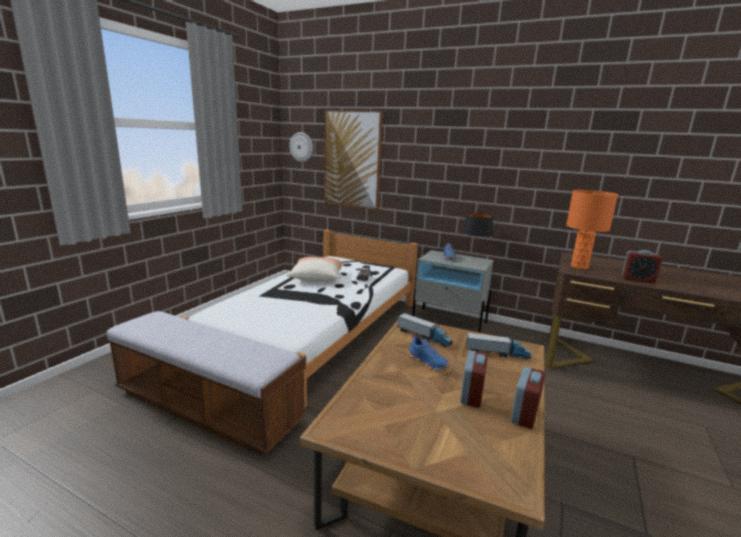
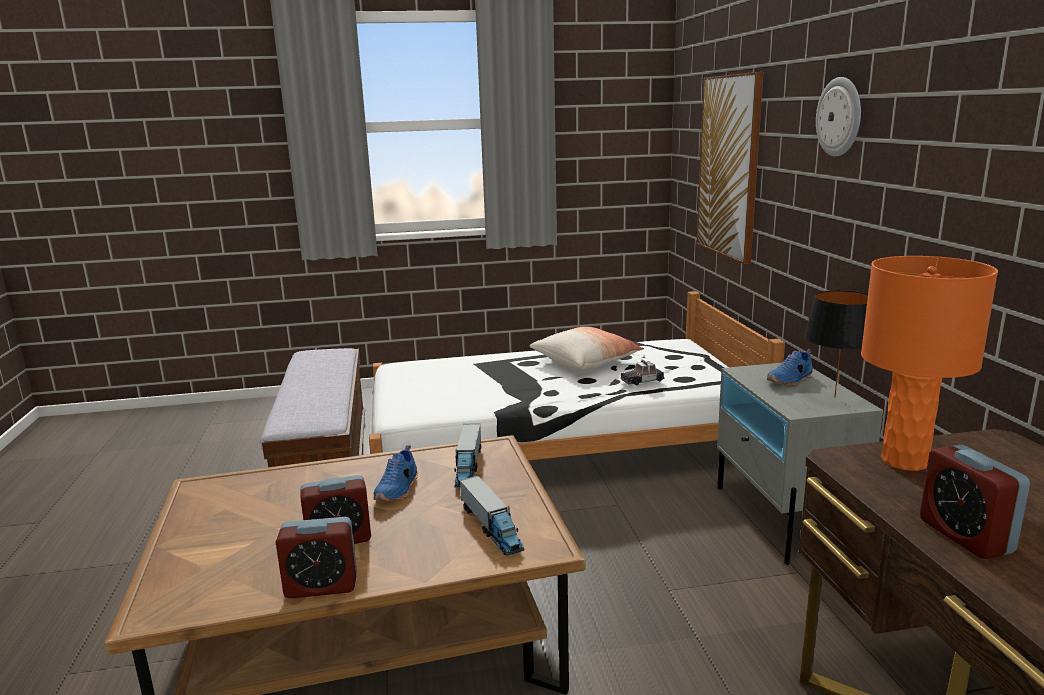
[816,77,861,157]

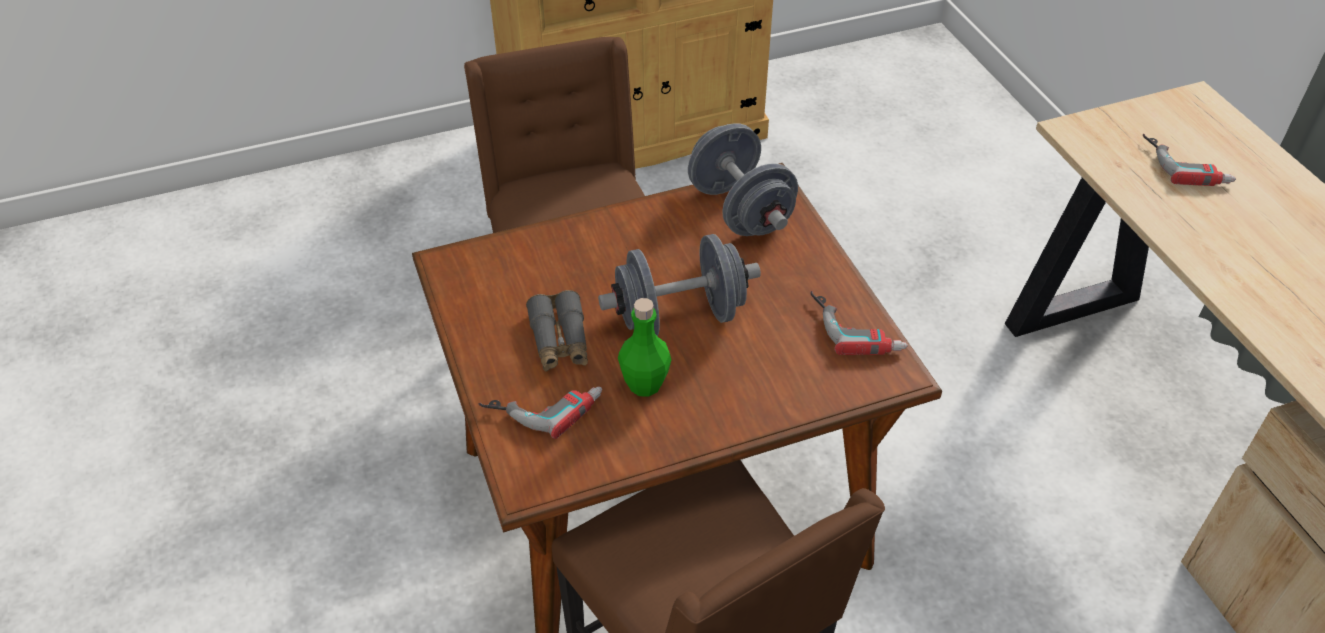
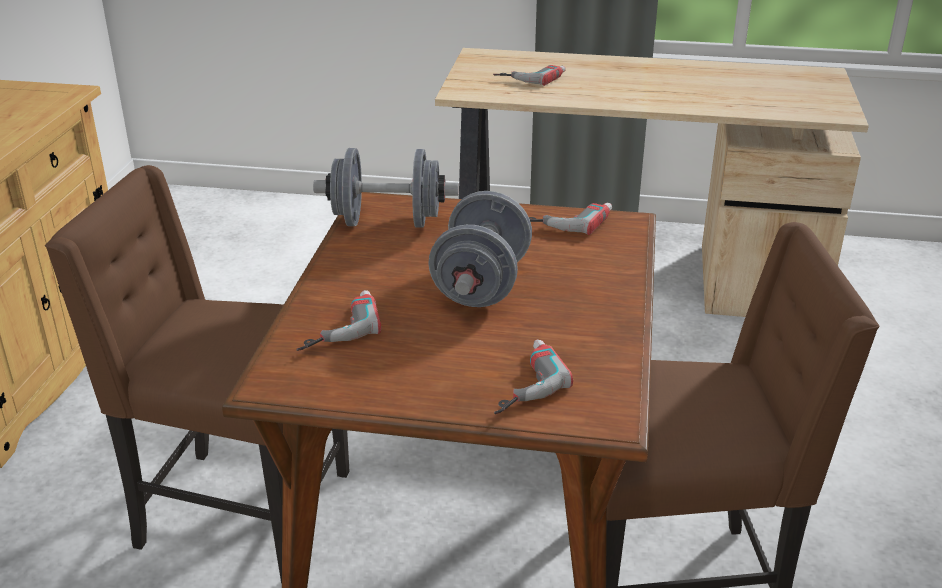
[526,290,588,372] (first image)
[618,298,671,397] (first image)
[297,290,381,351]

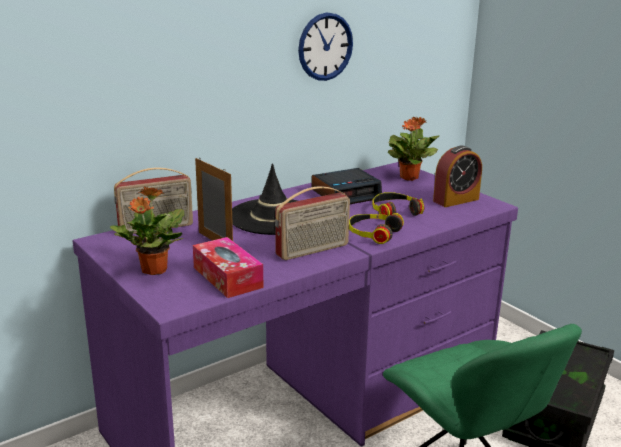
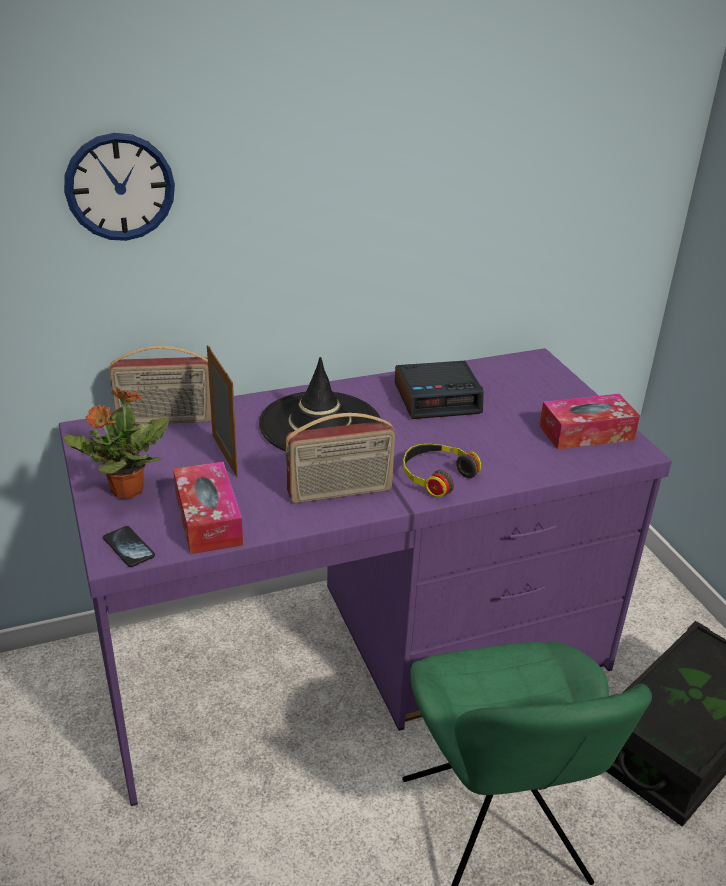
[372,192,424,216] (first image)
[388,117,439,181] (first image)
[103,526,155,567]
[64,133,175,241]
[539,394,640,450]

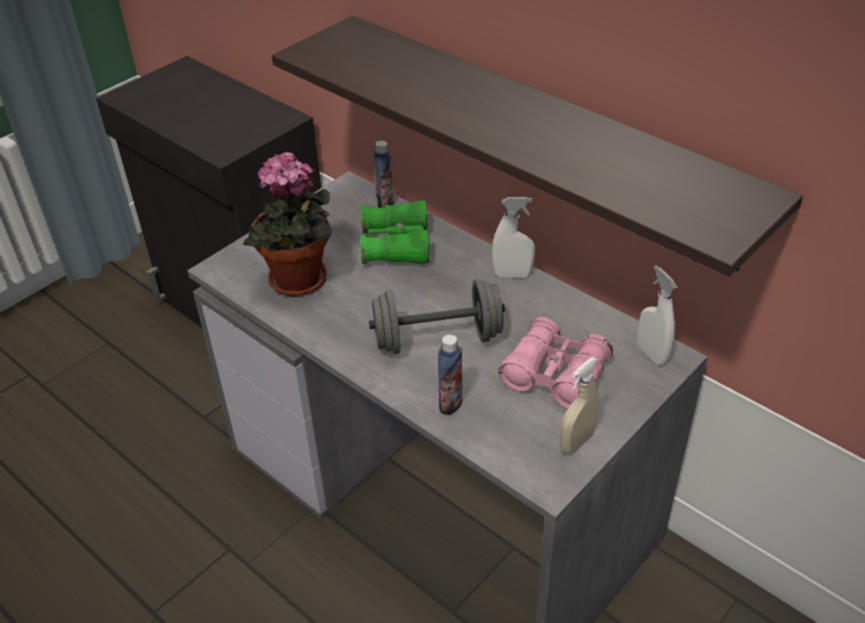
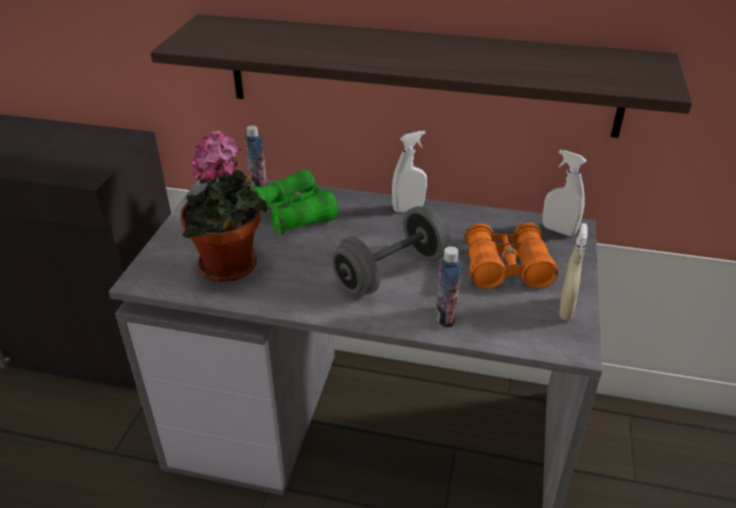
[464,223,558,289]

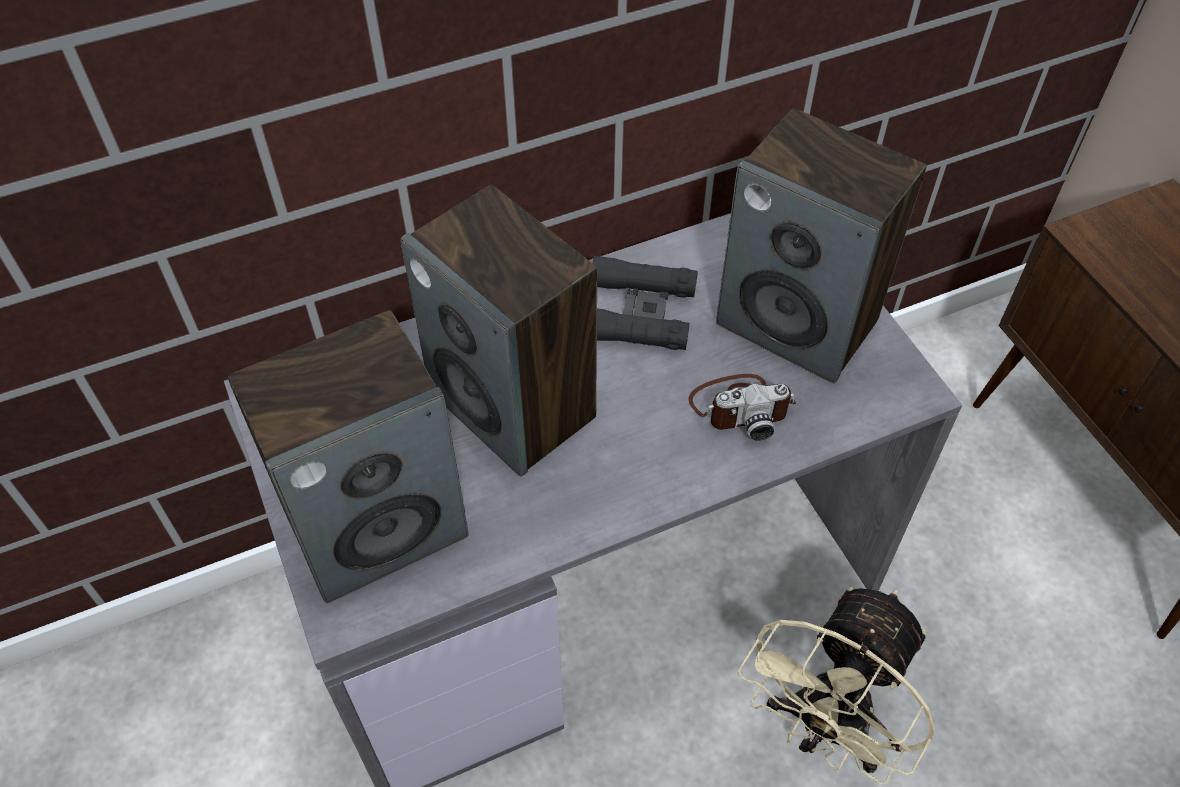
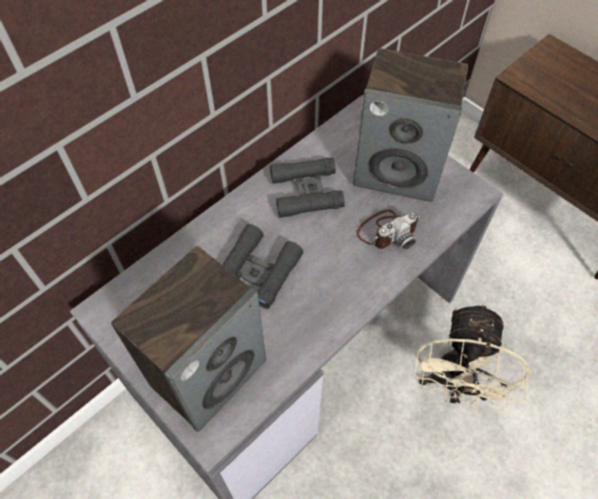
[222,224,303,309]

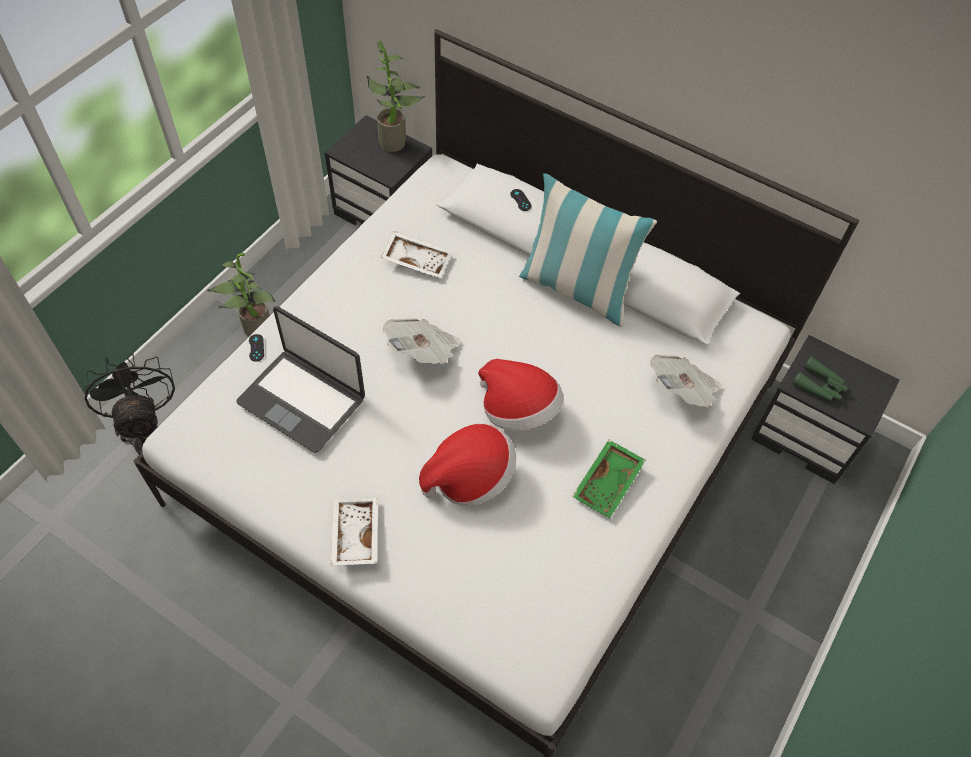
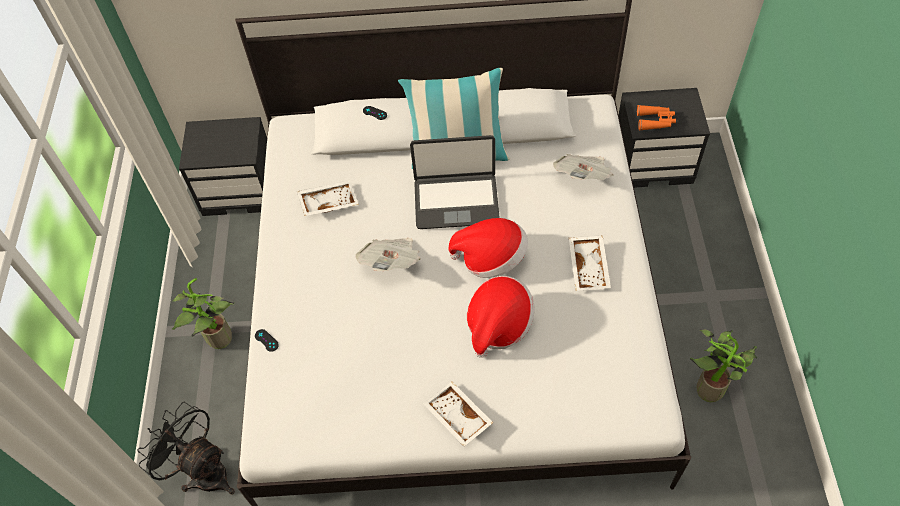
[410,135,500,229]
[690,329,757,402]
[569,235,611,291]
[637,105,676,131]

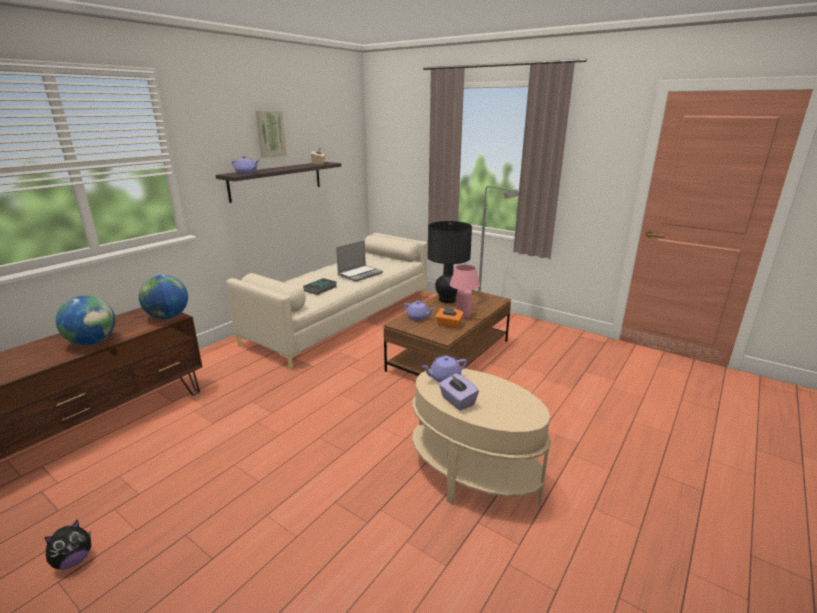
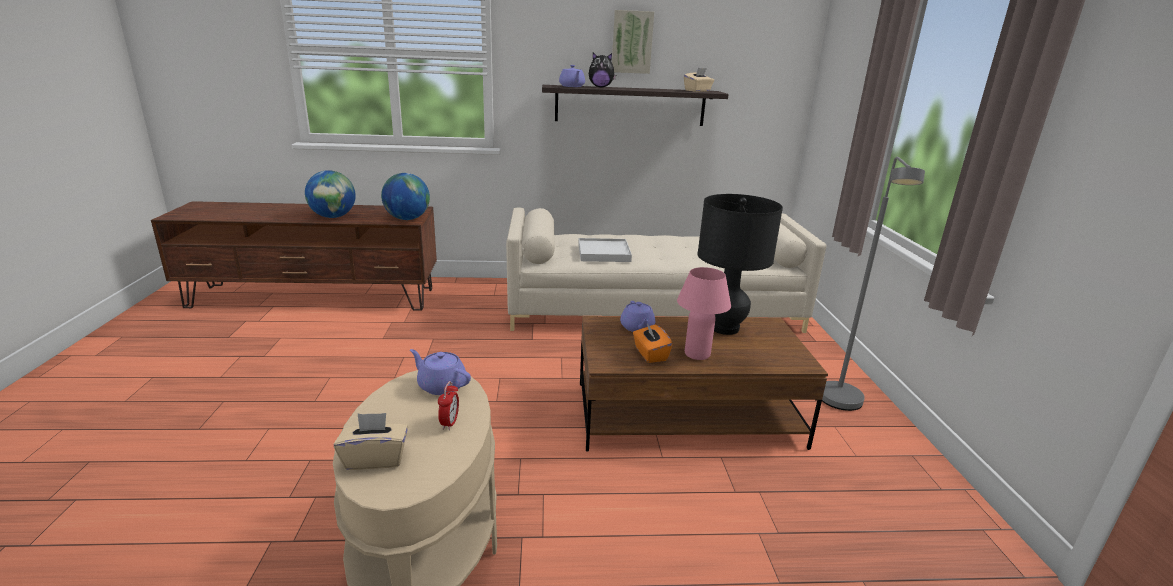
[336,240,383,282] (first image)
[439,373,479,410] (first image)
[334,413,408,470]
[438,381,459,430]
[589,53,616,87]
[578,238,632,262]

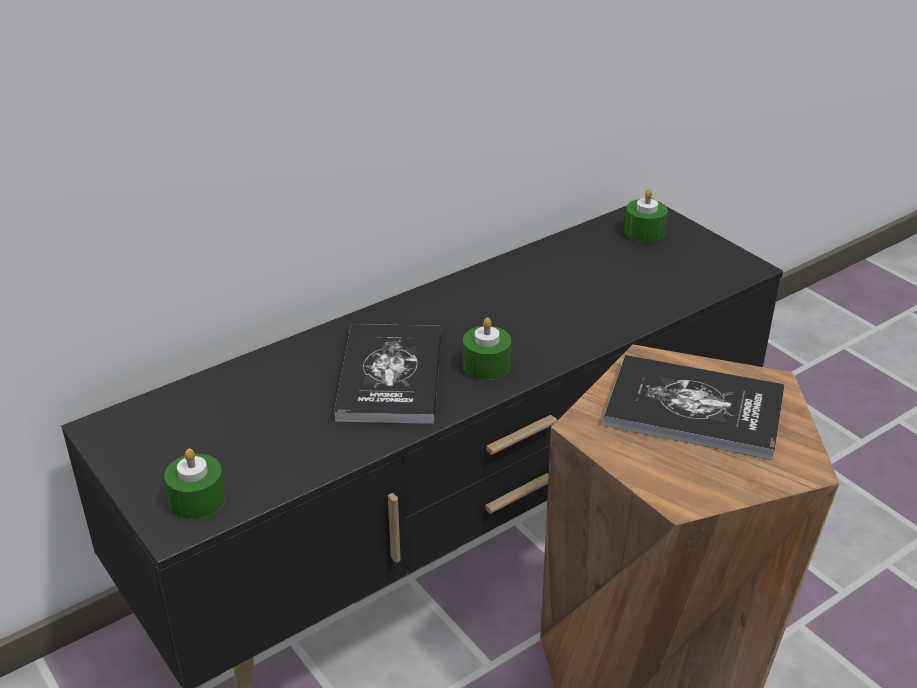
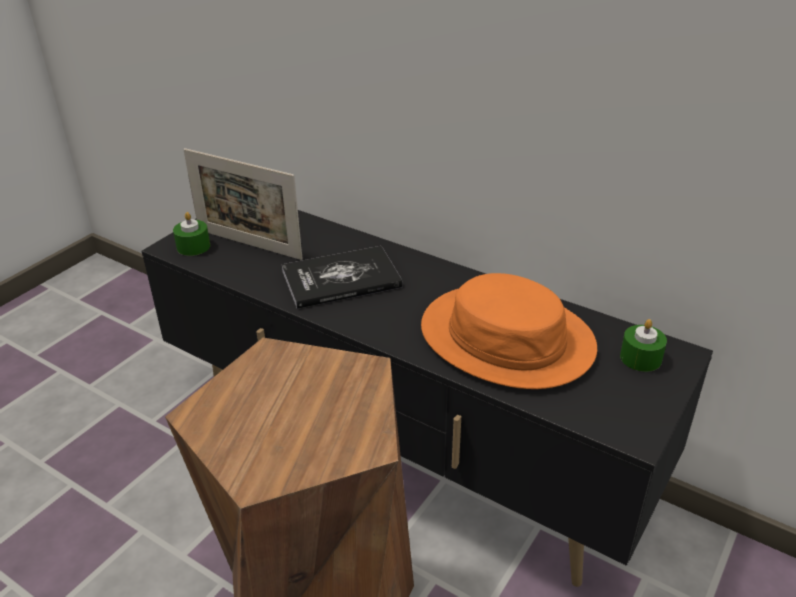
[463,317,511,380] (first image)
[603,355,785,460] (first image)
[183,148,303,260]
[421,273,597,389]

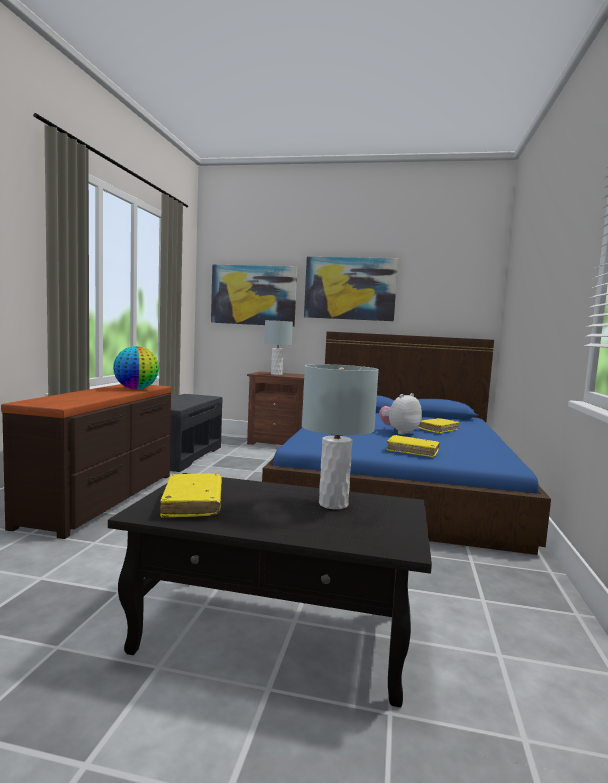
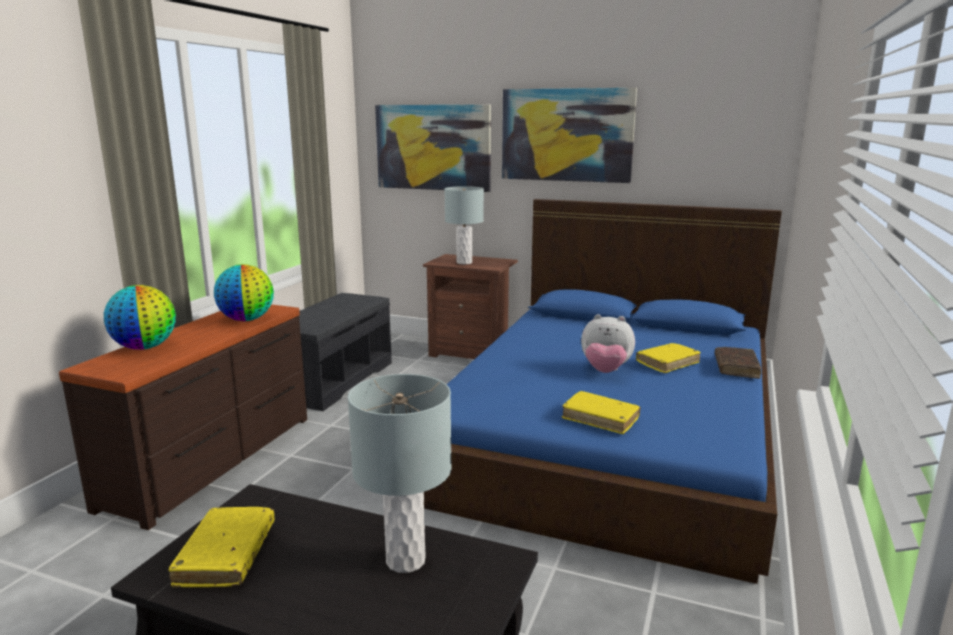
[104,285,176,350]
[715,347,761,379]
[581,314,635,373]

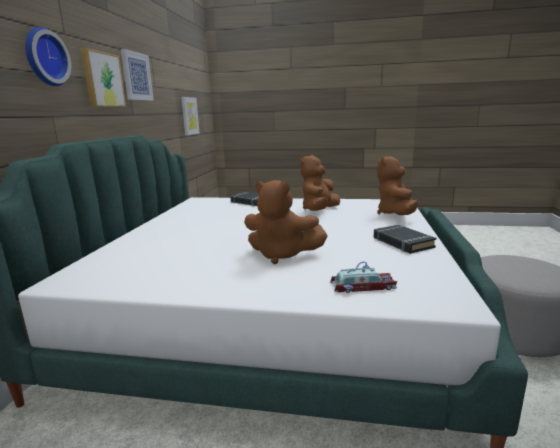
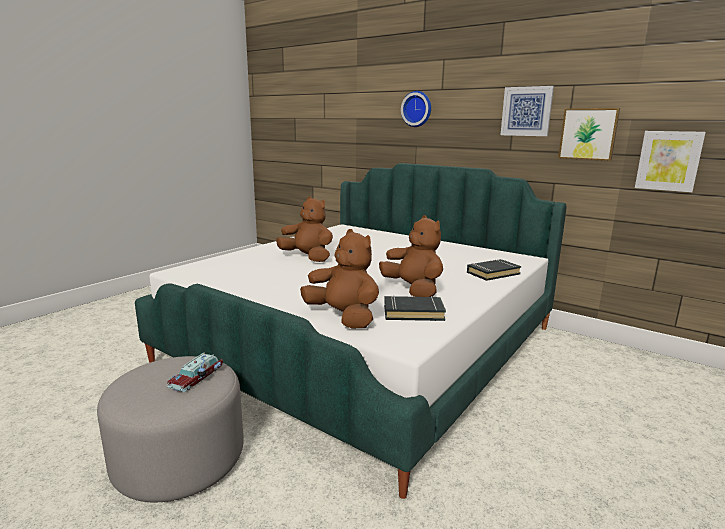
[558,108,620,161]
[167,352,224,392]
[384,295,446,321]
[276,196,333,262]

